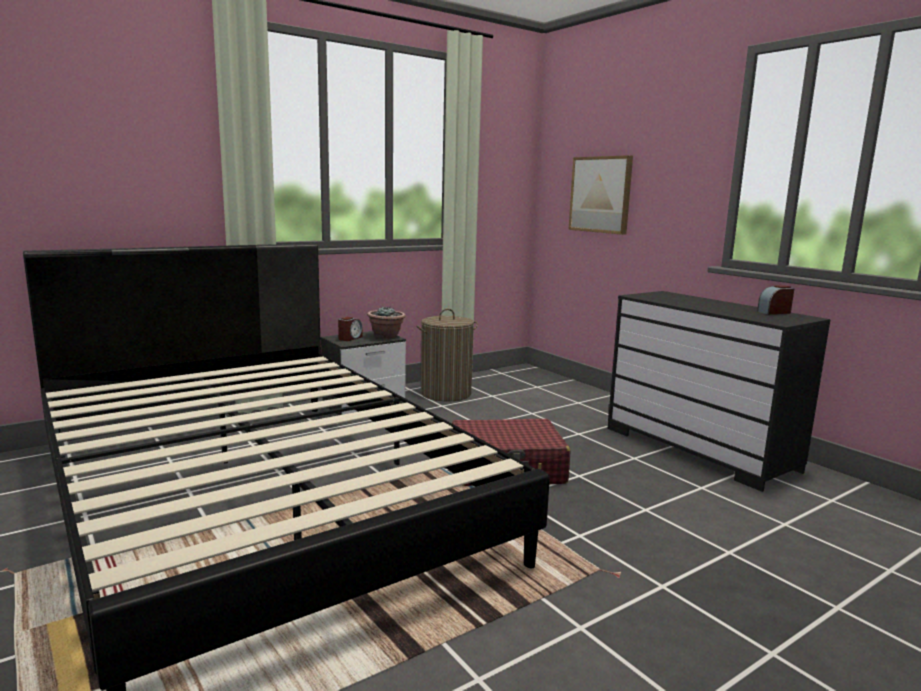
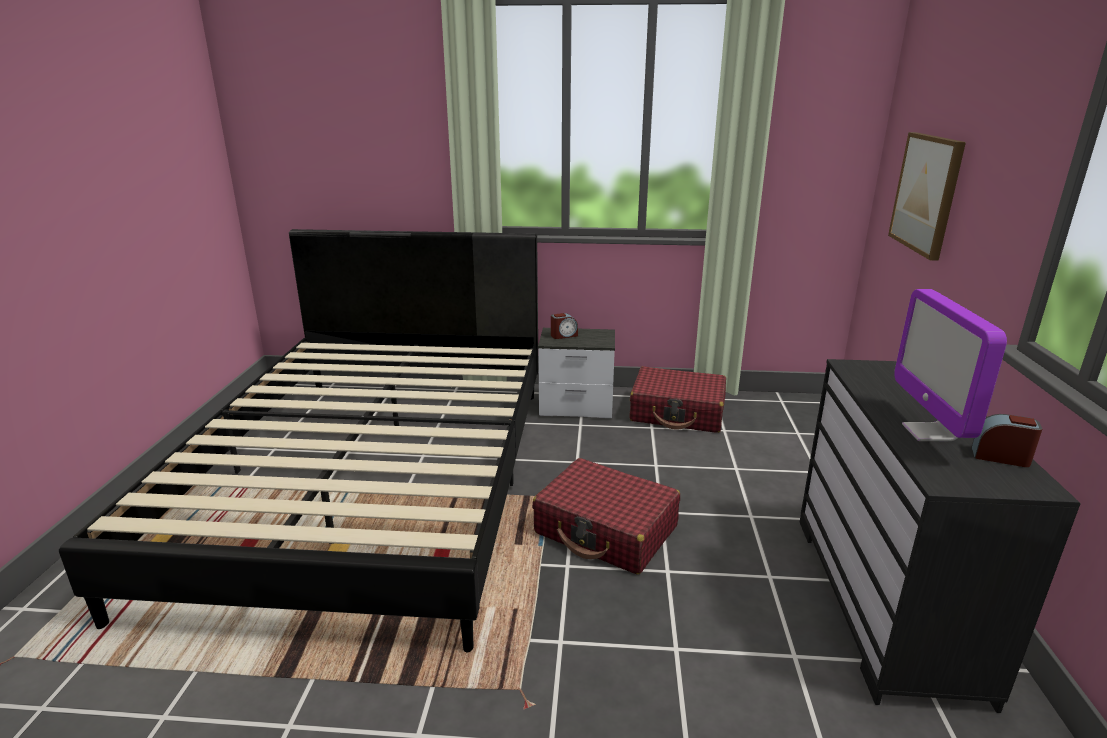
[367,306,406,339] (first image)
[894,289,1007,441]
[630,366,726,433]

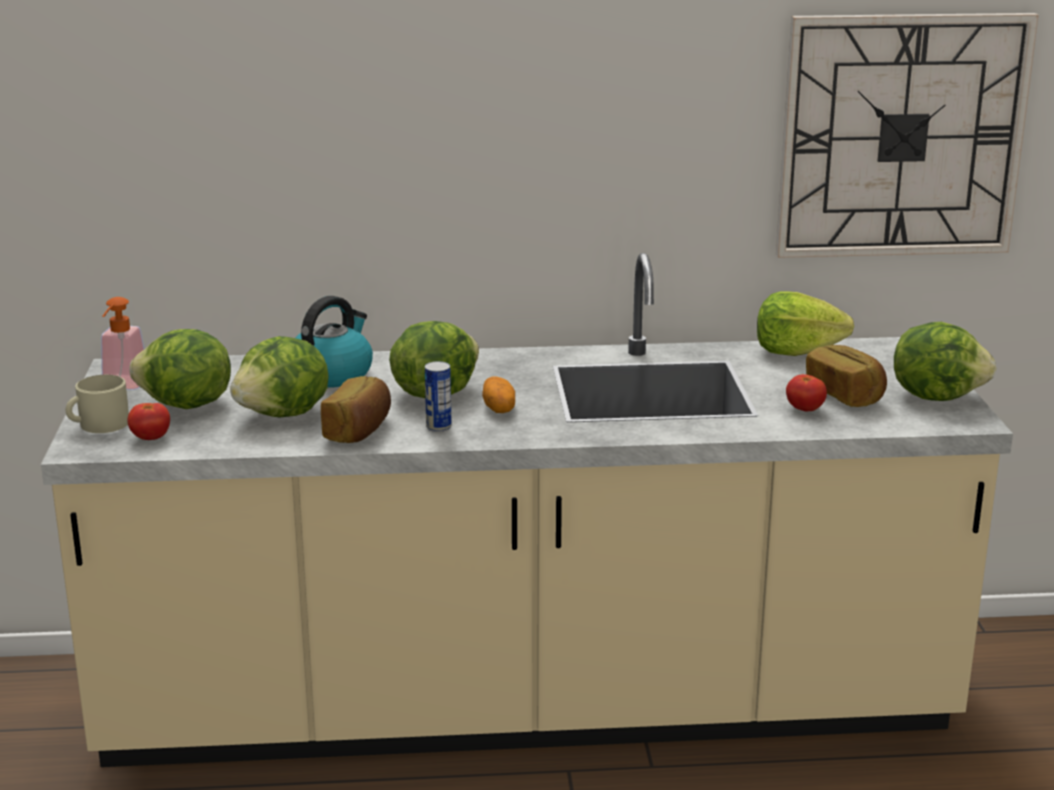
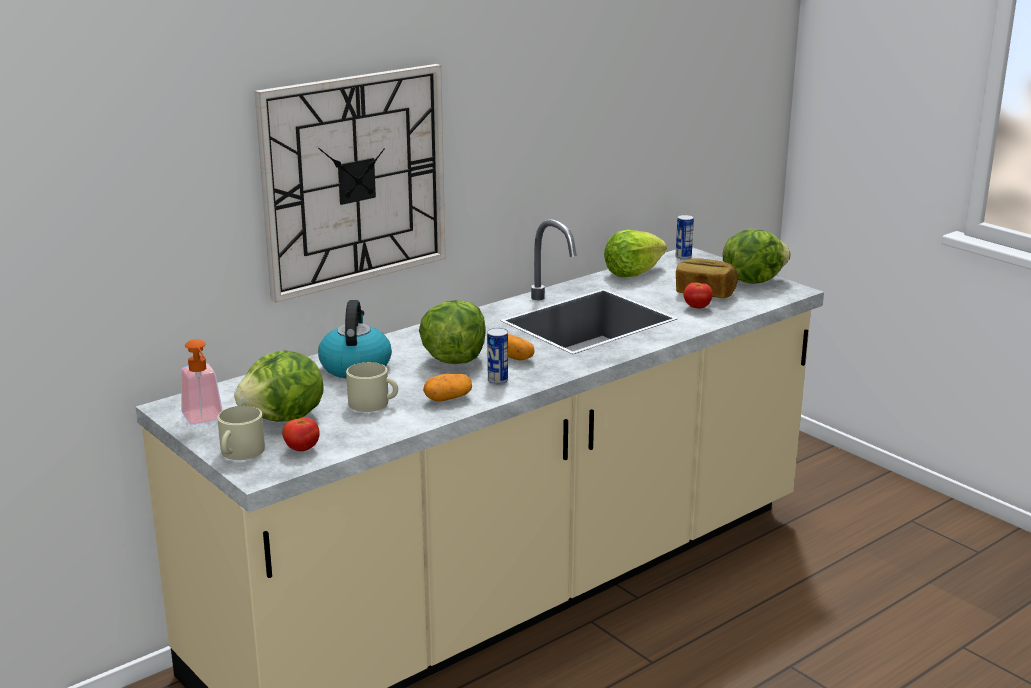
[676,215,694,260]
[254,64,446,303]
[346,362,398,412]
[423,374,472,402]

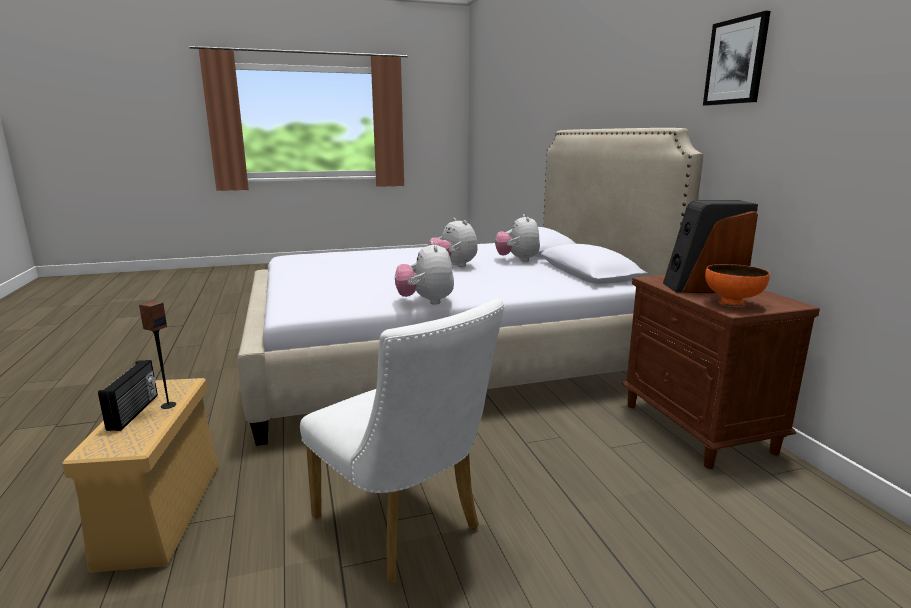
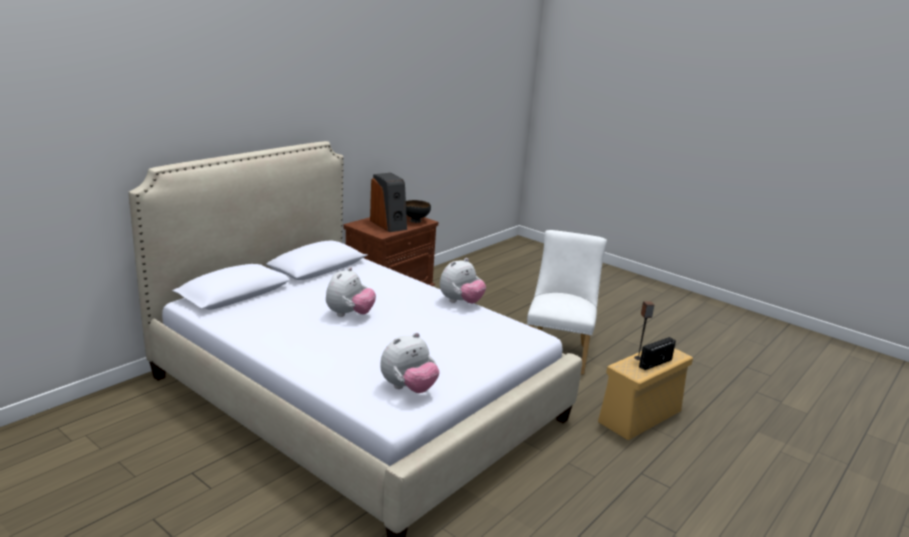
[703,11,771,106] (first image)
[380,332,439,393]
[406,200,431,223]

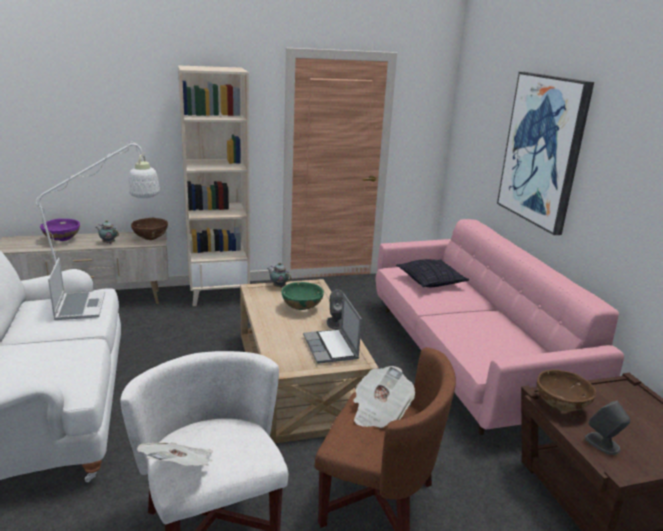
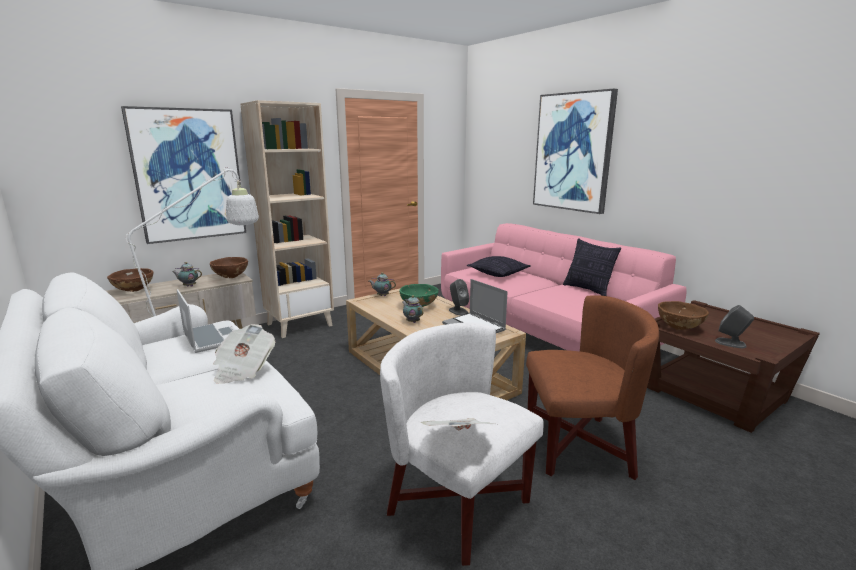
[121,106,246,244]
[402,295,423,323]
[563,238,621,296]
[213,324,275,384]
[107,268,154,292]

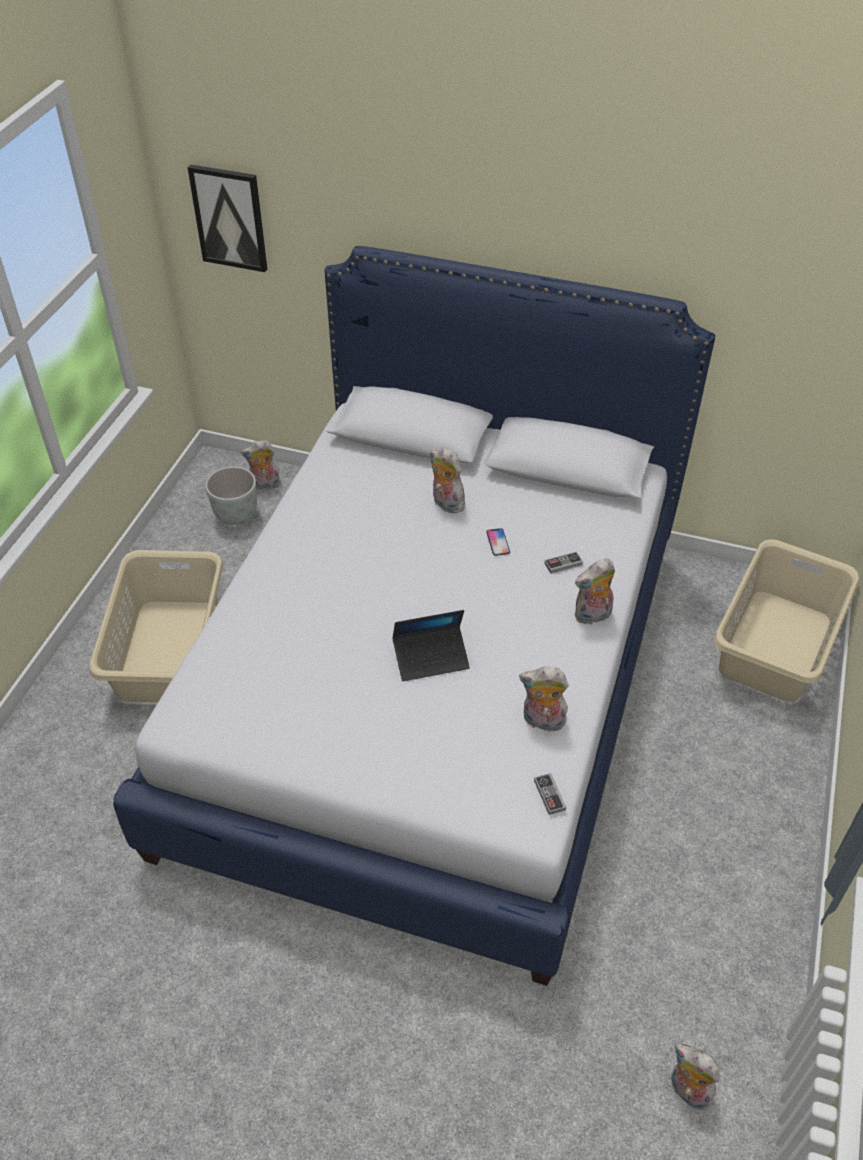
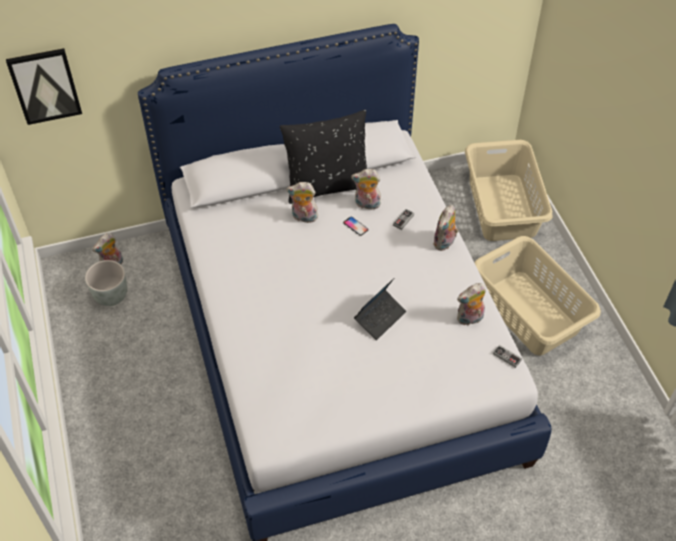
[280,110,367,204]
[474,236,601,355]
[351,169,381,210]

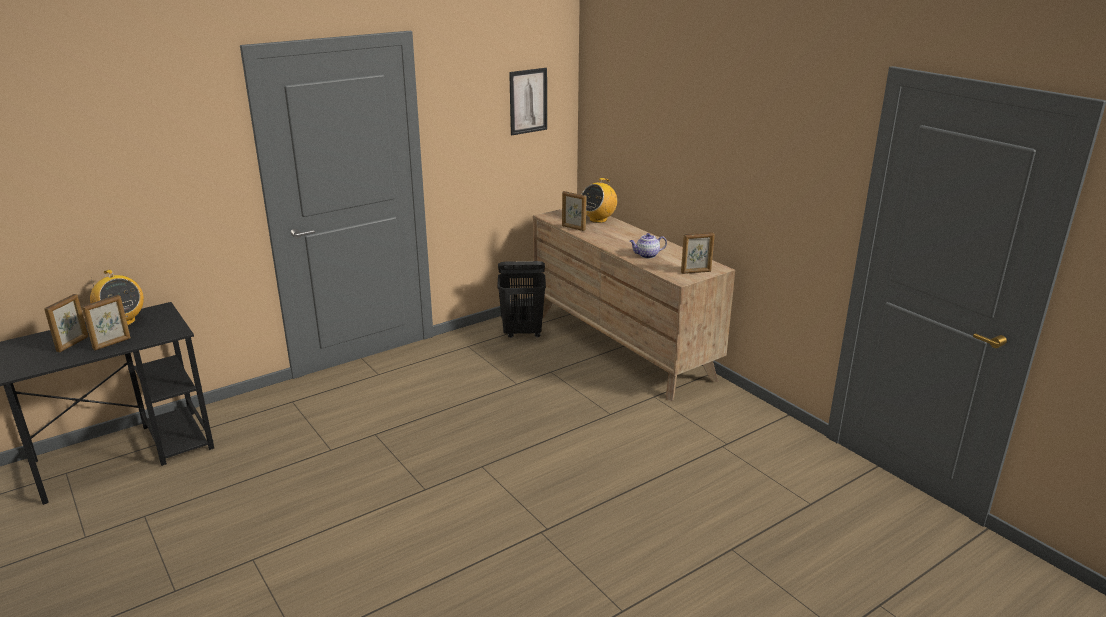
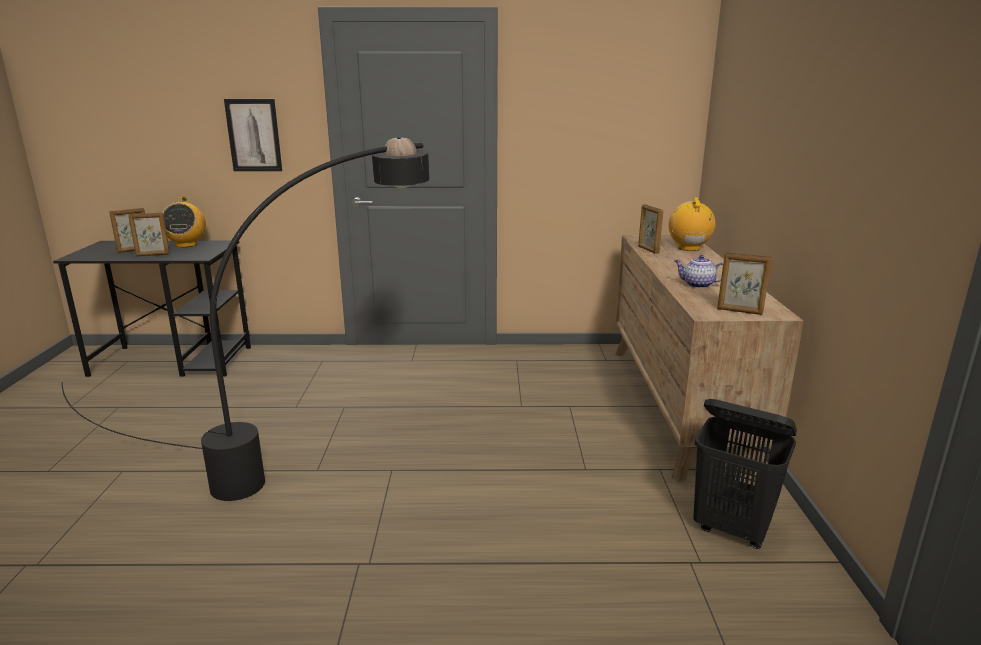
[62,137,430,501]
[693,399,797,549]
[224,99,282,171]
[669,197,716,251]

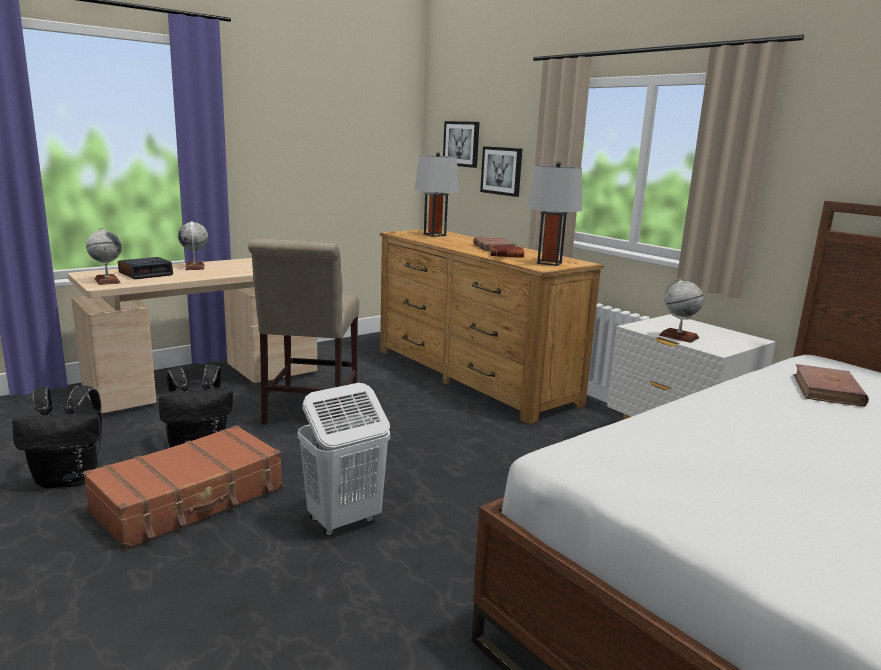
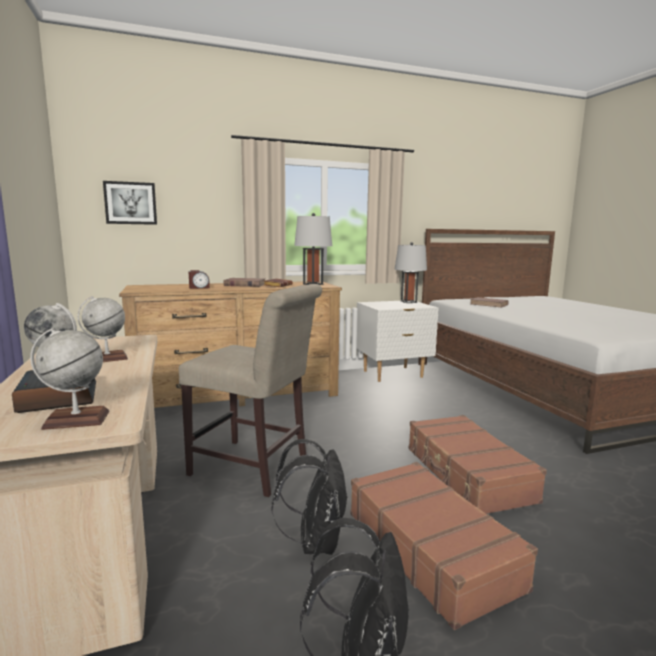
[480,146,522,197] (first image)
[189,270,210,289]
[394,242,427,303]
[78,296,128,362]
[409,415,547,514]

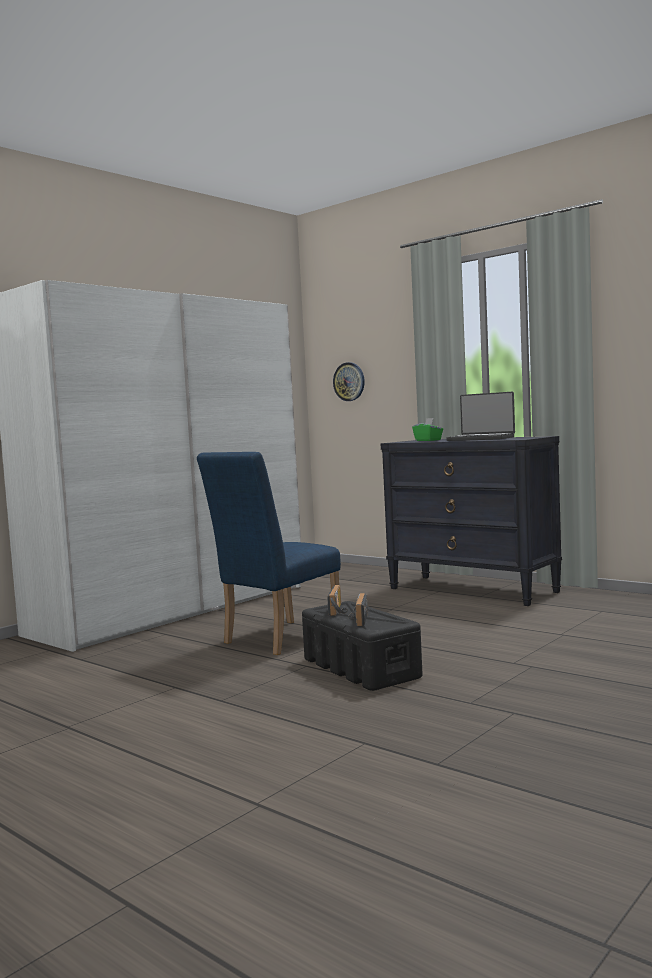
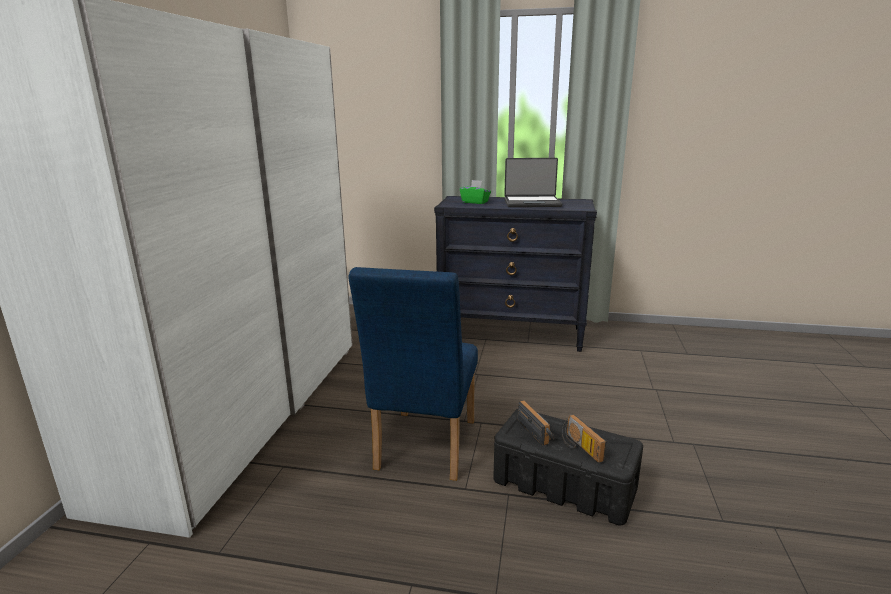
[333,362,365,401] (first image)

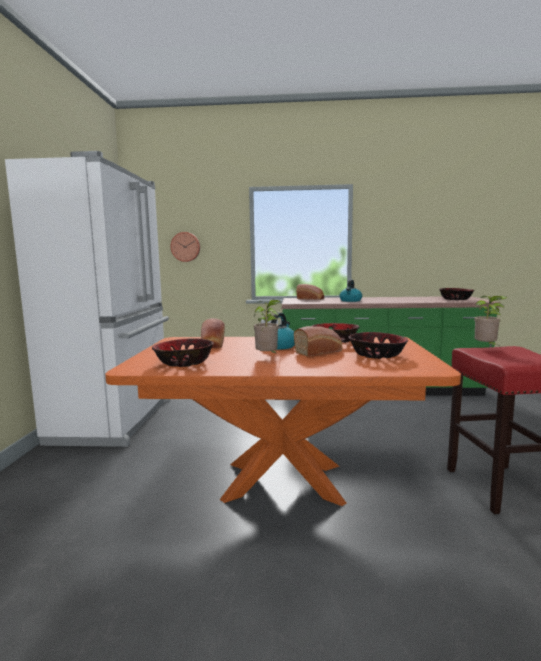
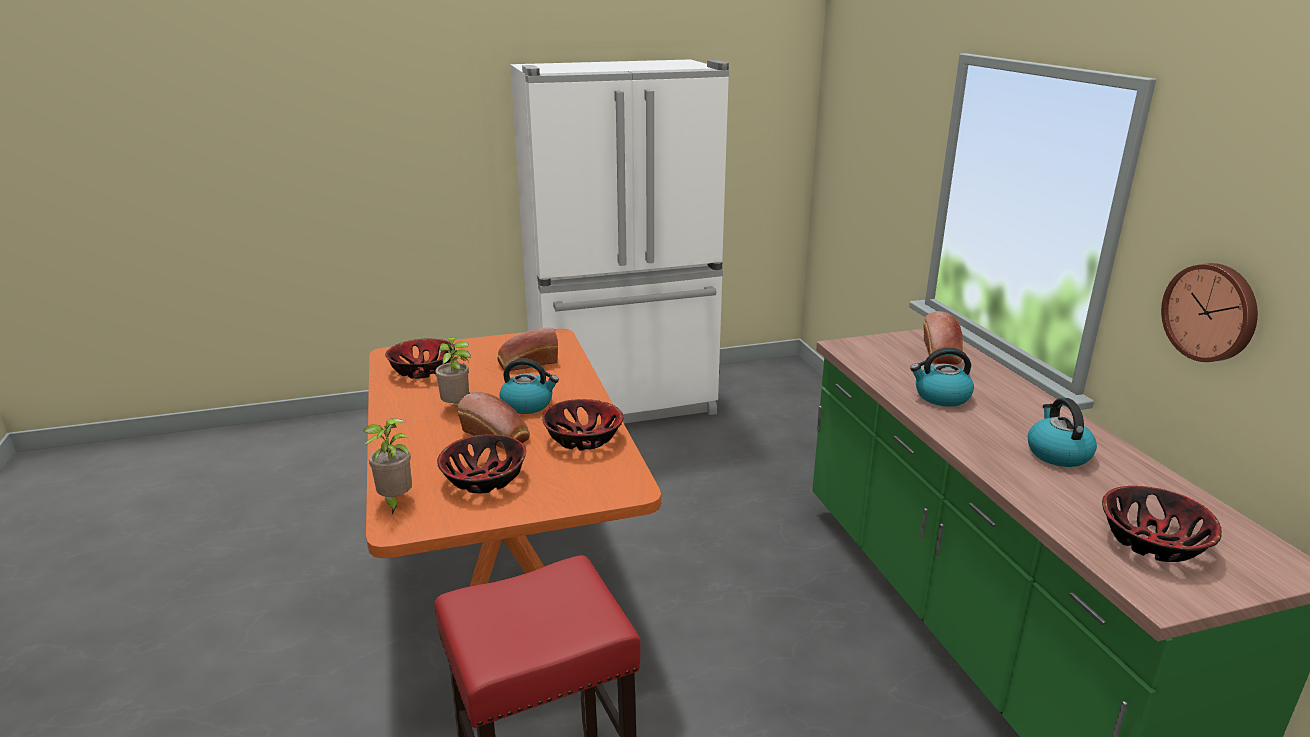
[1028,398,1097,467]
[1161,263,1258,362]
[363,418,412,514]

